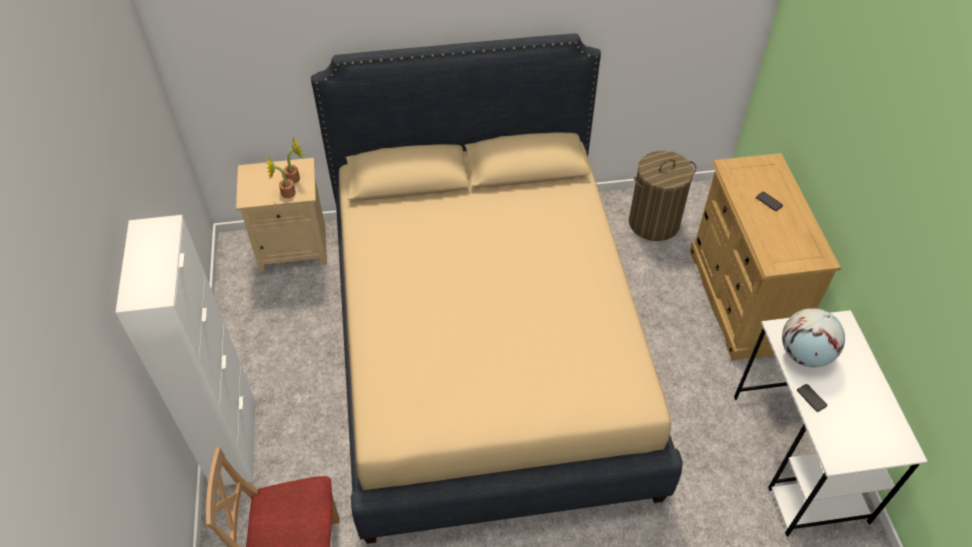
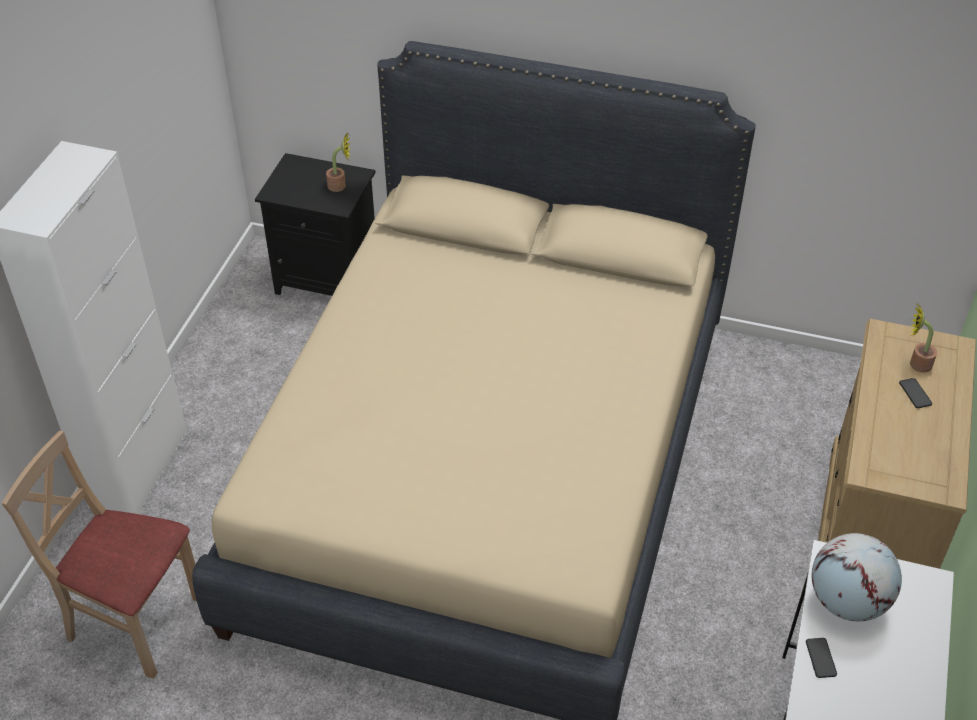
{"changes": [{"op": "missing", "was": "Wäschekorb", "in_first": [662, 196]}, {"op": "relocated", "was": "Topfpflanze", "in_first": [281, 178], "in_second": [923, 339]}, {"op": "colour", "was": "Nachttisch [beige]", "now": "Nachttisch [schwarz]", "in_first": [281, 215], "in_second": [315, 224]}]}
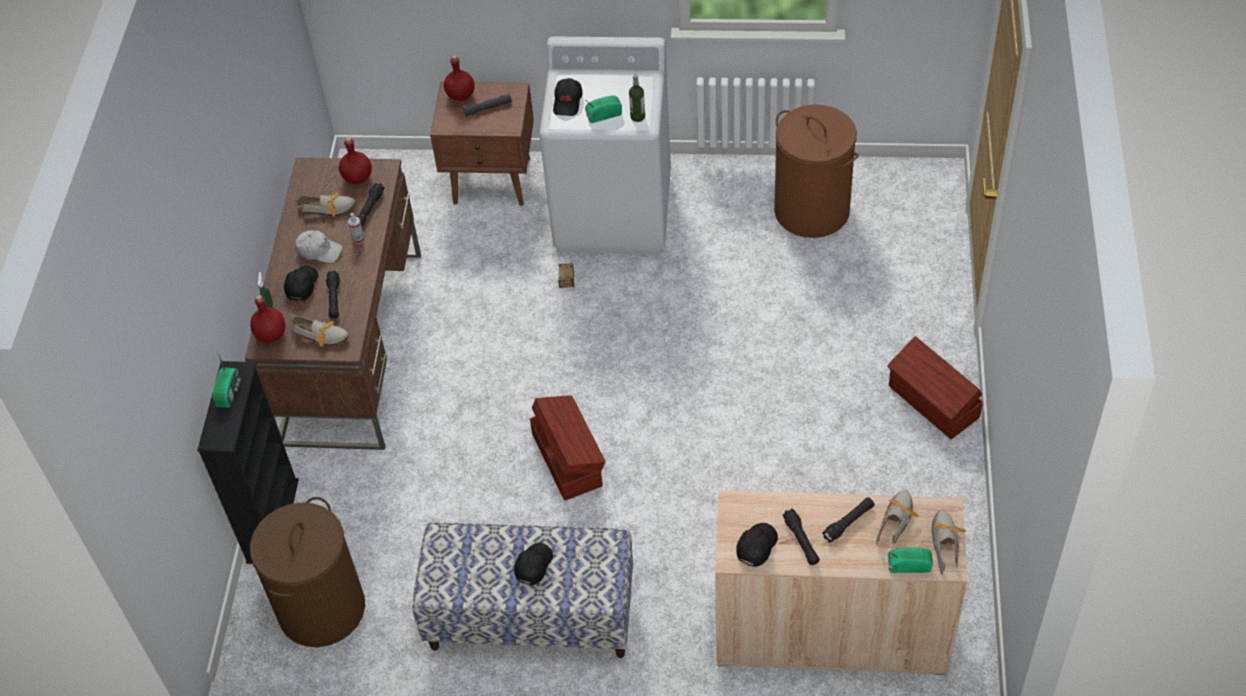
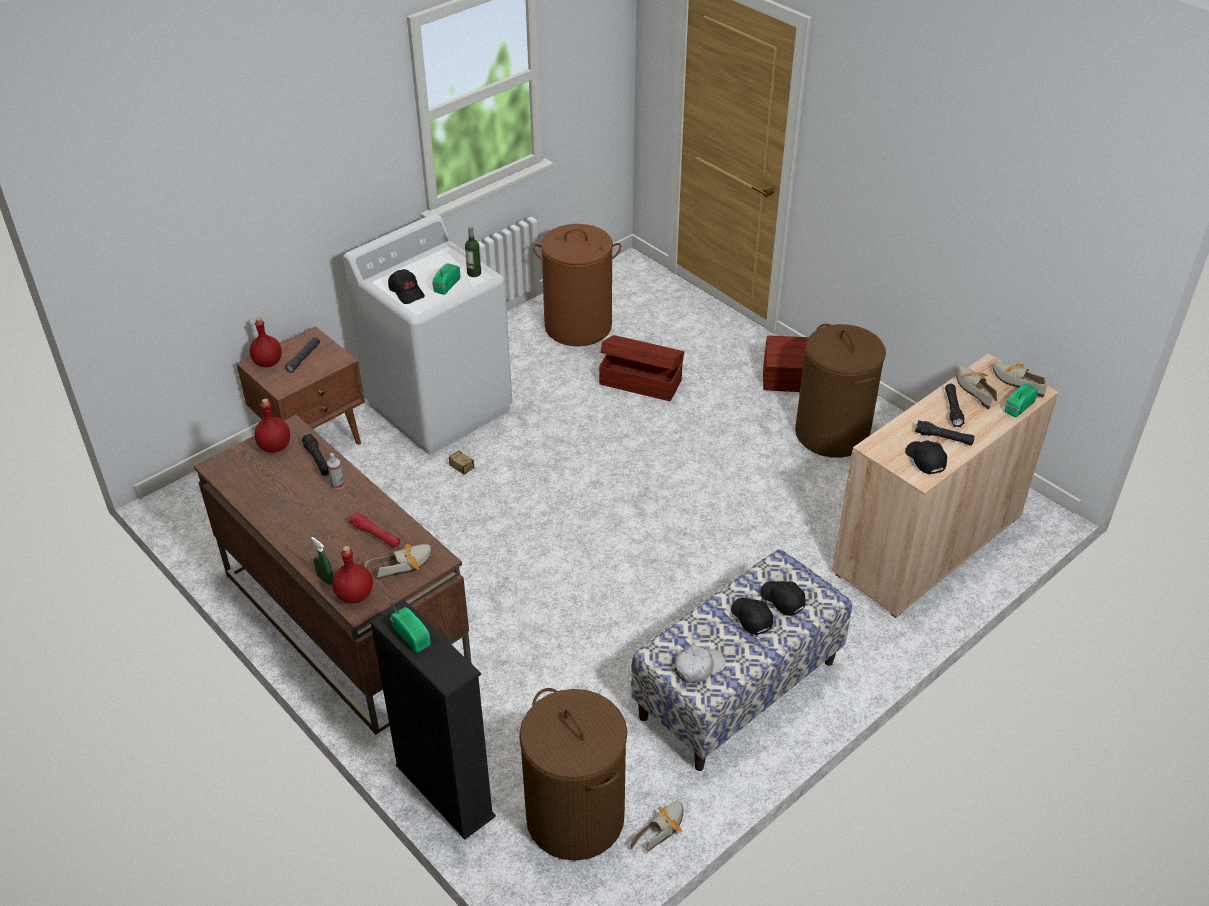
{"changes": [{"op": "appeared", "now": "Wäschekorb [braun]", "in_second": [840, 391]}, {"op": "relocated", "was": "Kappe [schwarz]", "in_first": [301, 283], "in_second": [782, 598]}, {"op": "relocated", "was": "Kappe [weiß]", "in_first": [318, 246], "in_second": [699, 664]}, {"op": "relocated", "was": "Schuh", "in_first": [326, 204], "in_second": [657, 826]}, {"op": "relocated", "was": "Aufbewahrungsbox [braun]", "in_first": [568, 448], "in_second": [641, 368]}, {"op": "colour", "was": "Taschenlampe [schwarz]", "now": "Taschenlampe [rot]", "in_first": [333, 294], "in_second": [375, 530]}]}
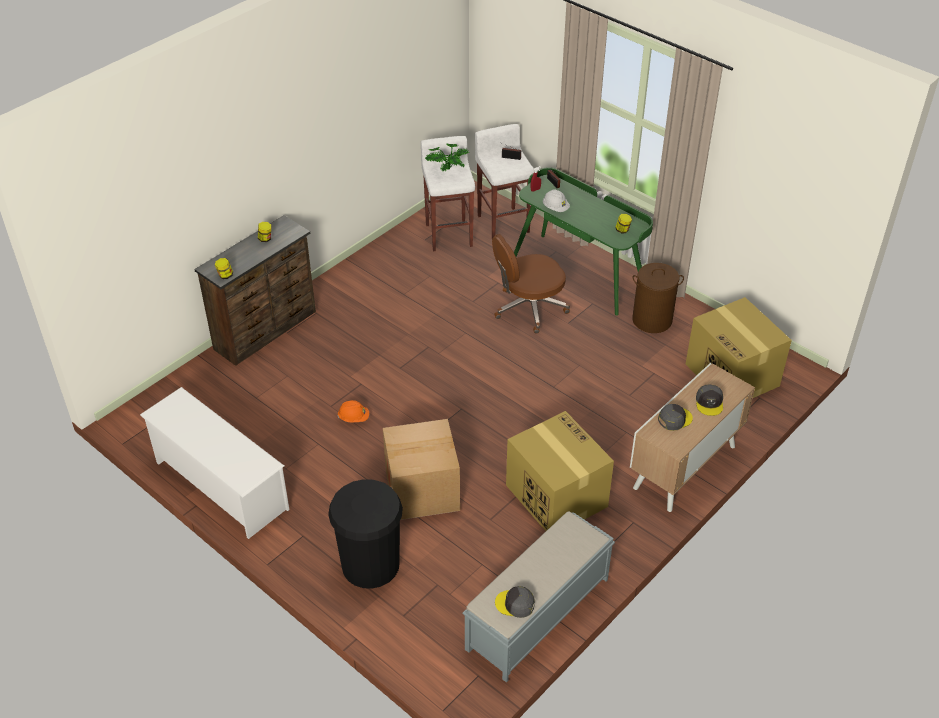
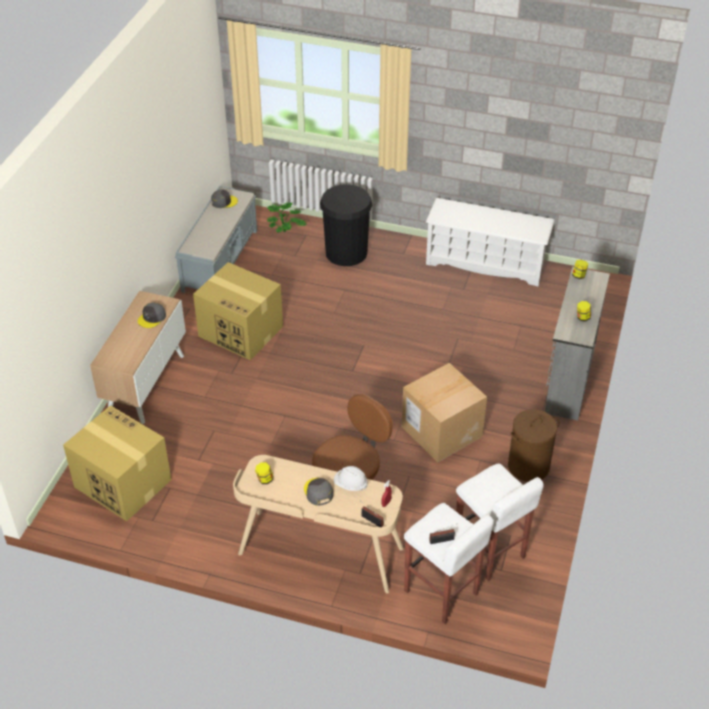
{"changes": [{"op": "missing", "was": "Schutzhelm [orange]", "in_first": [353, 411]}, {"op": "relocated", "was": "Karton", "in_first": [421, 469], "in_second": [444, 412]}, {"op": "relocated", "was": "Topfpflanze", "in_first": [447, 157], "in_second": [287, 217]}, {"op": "relocated", "was": "Wäschekorb [braun]", "in_first": [658, 298], "in_second": [534, 445]}, {"op": "relocated", "was": "Kappe [grau]", "in_first": [709, 400], "in_second": [318, 492]}, {"op": "colour", "was": "Kommode [braun]", "now": "Kommode [grau]", "in_first": [255, 290], "in_second": [577, 344]}, {"op": "colour", "was": "Schreibtisch [grün]", "now": "Schreibtisch [beige]", "in_first": [583, 241], "in_second": [318, 524]}]}
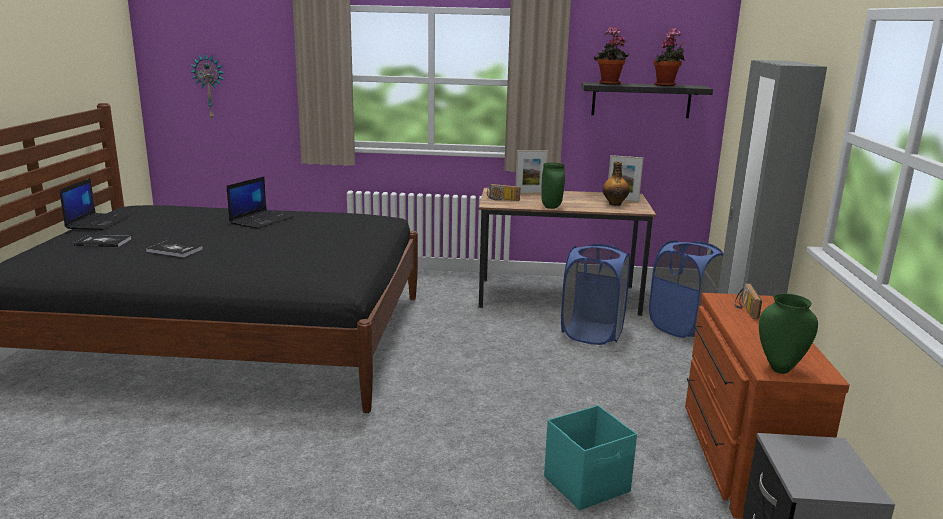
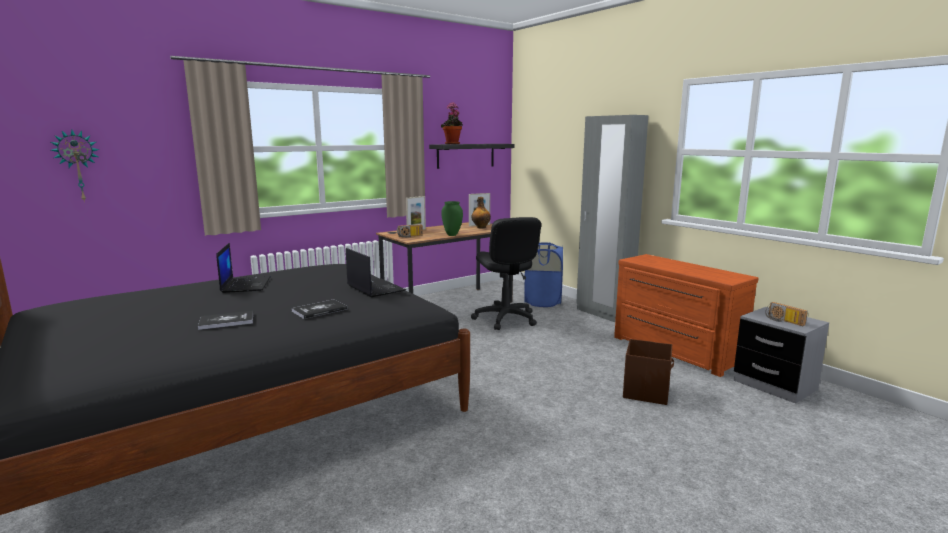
{"changes": [{"op": "missing", "was": "Topfpflanze", "in_first": [669, 56]}, {"op": "missing", "was": "Vase [grün]", "in_first": [788, 334]}, {"op": "relocated", "was": "Laptop", "in_first": [95, 204], "in_second": [376, 272]}, {"op": "relocated", "was": "Buch", "in_first": [102, 241], "in_second": [320, 309]}, {"op": "relocated", "was": "Radio", "in_first": [748, 301], "in_second": [786, 314]}, {"op": "exchanged", "was": "Wäschekorb [blau]", "now": "Bürostuhl [schwarz]", "in_first": [595, 294], "in_second": [506, 273]}, {"op": "colour", "was": "Aufbewahrungsbox [türkis]", "now": "Aufbewahrungsbox [braun]", "in_first": [590, 457], "in_second": [648, 372]}]}
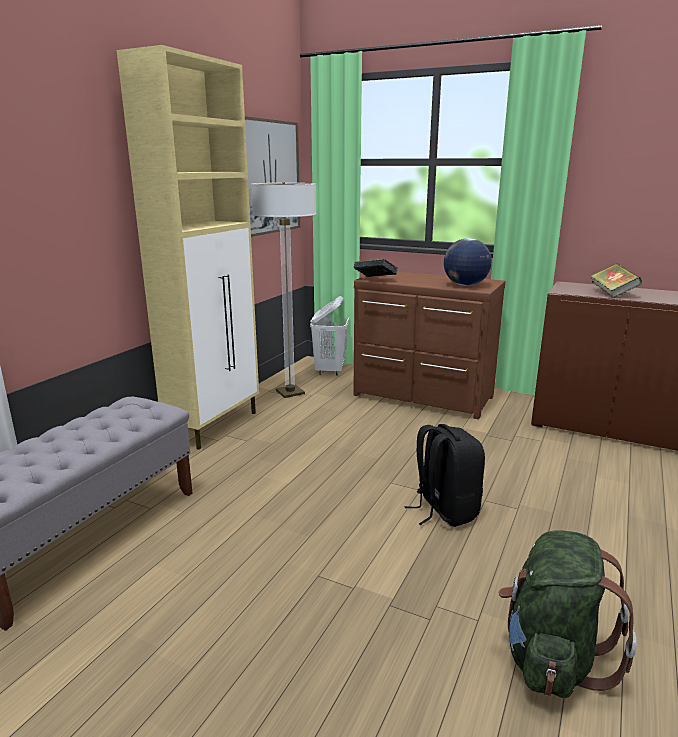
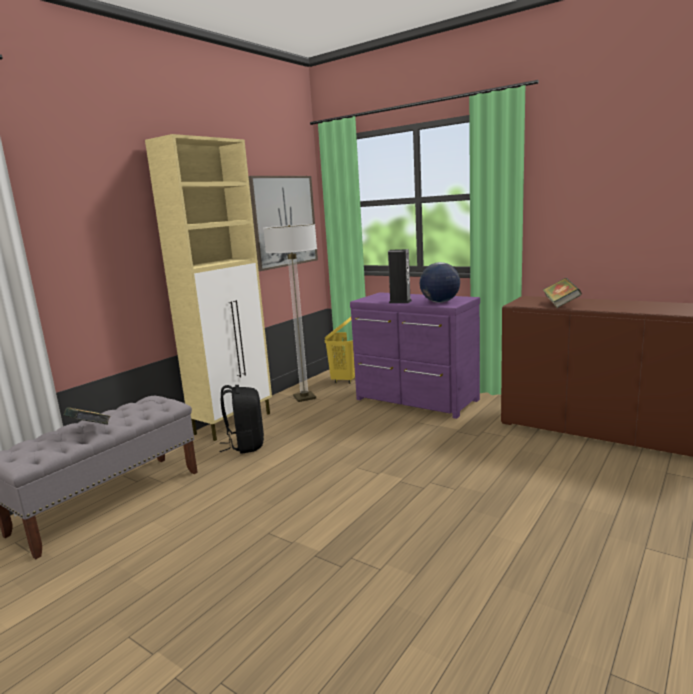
{"changes": [{"op": "missing", "was": "Rucksack [grün]", "in_first": [567, 614]}, {"op": "appeared", "now": "Lautsprecher", "in_second": [400, 276]}, {"op": "relocated", "was": "Buch", "in_first": [376, 268], "in_second": [87, 415]}, {"op": "relocated", "was": "Rucksack [schwarz]", "in_first": [444, 475], "in_second": [241, 419]}, {"op": "colour", "was": "Wäschekorb [weiß]", "now": "Wäschekorb [gelb]", "in_first": [329, 335], "in_second": [340, 350]}, {"op": "colour", "was": "Kommode [braun]", "now": "Kommode [lila]", "in_first": [429, 346], "in_second": [415, 355]}]}
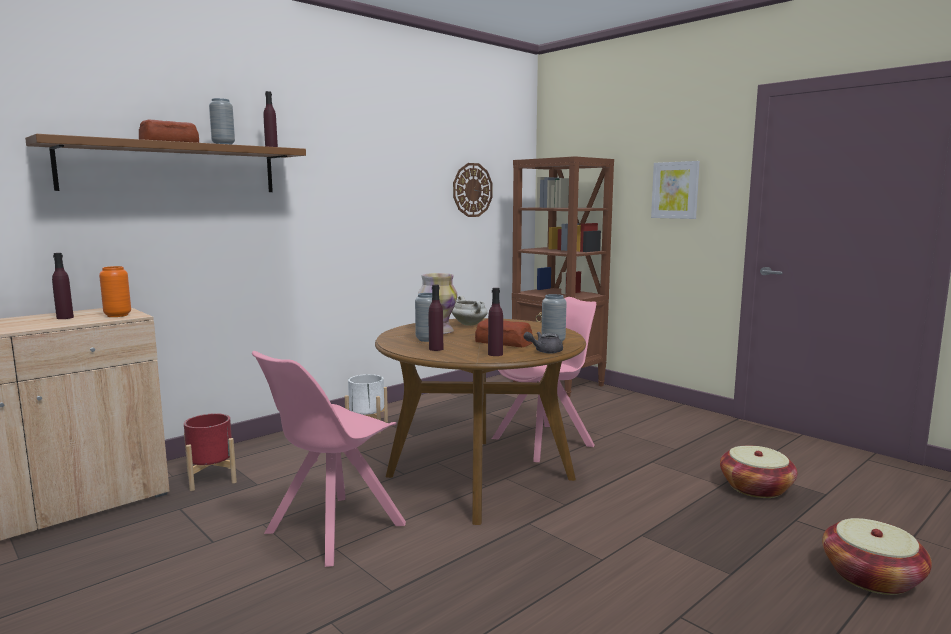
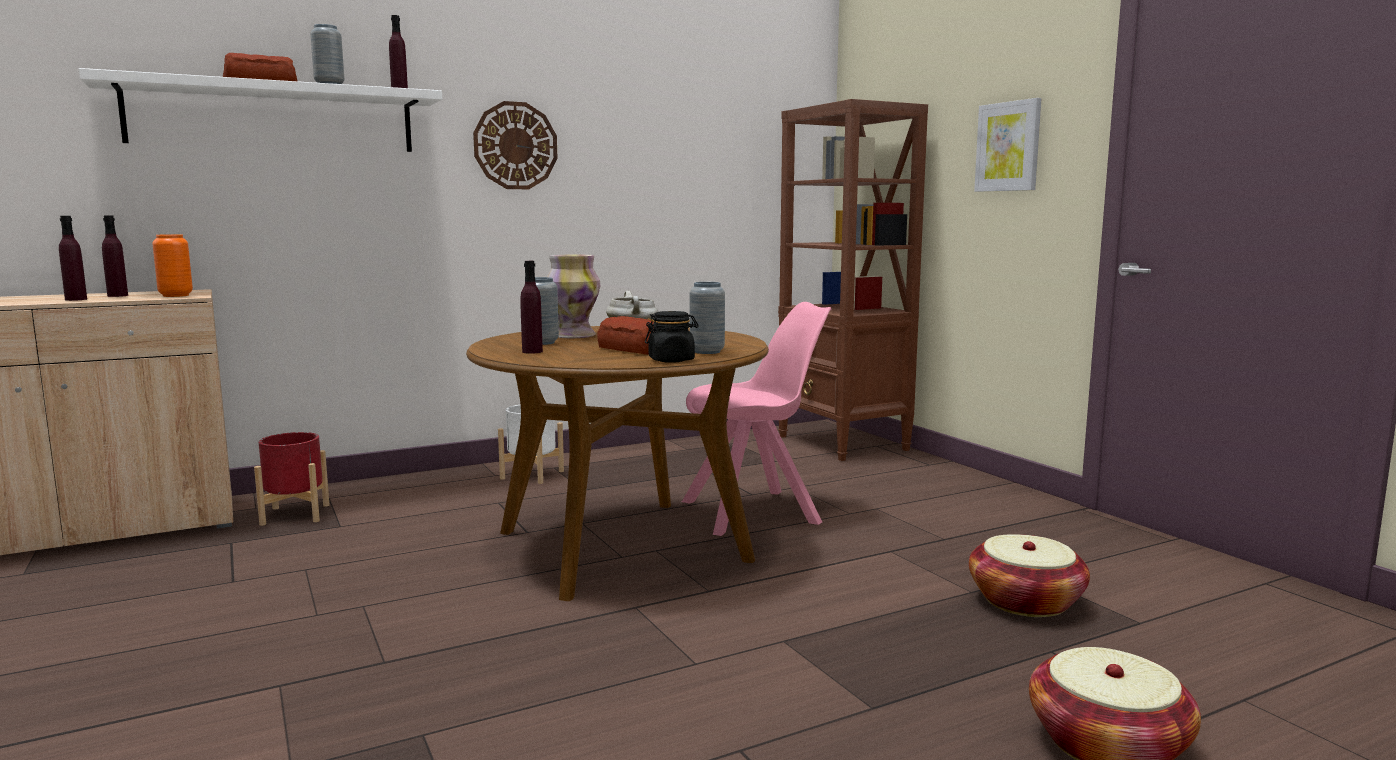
{"changes": [{"op": "missing", "was": "Stuhl [rosa]", "in_first": [329, 459]}, {"op": "relocated", "was": "Wanduhr", "in_first": [473, 190], "in_second": [515, 145]}, {"op": "relocated", "was": "Flasche [lila]", "in_first": [495, 322], "in_second": [73, 258]}, {"op": "exchanged", "was": "Teekanne [grau]", "now": "Vorratsglas [schwarz]", "in_first": [543, 342], "in_second": [672, 337]}, {"op": "colour", "was": "Wandregal [braun]", "now": "Wandregal [weiß]", "in_first": [165, 163], "in_second": [260, 110]}]}
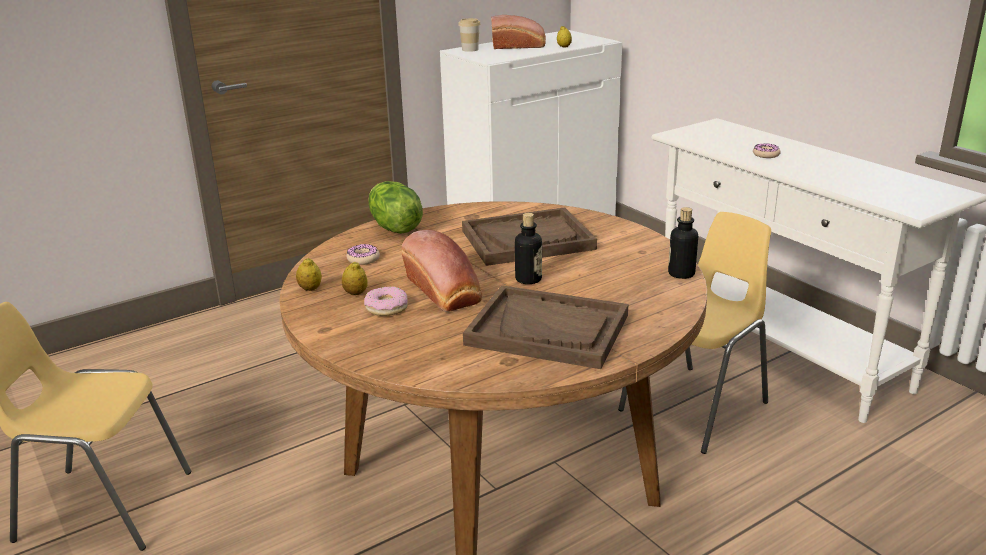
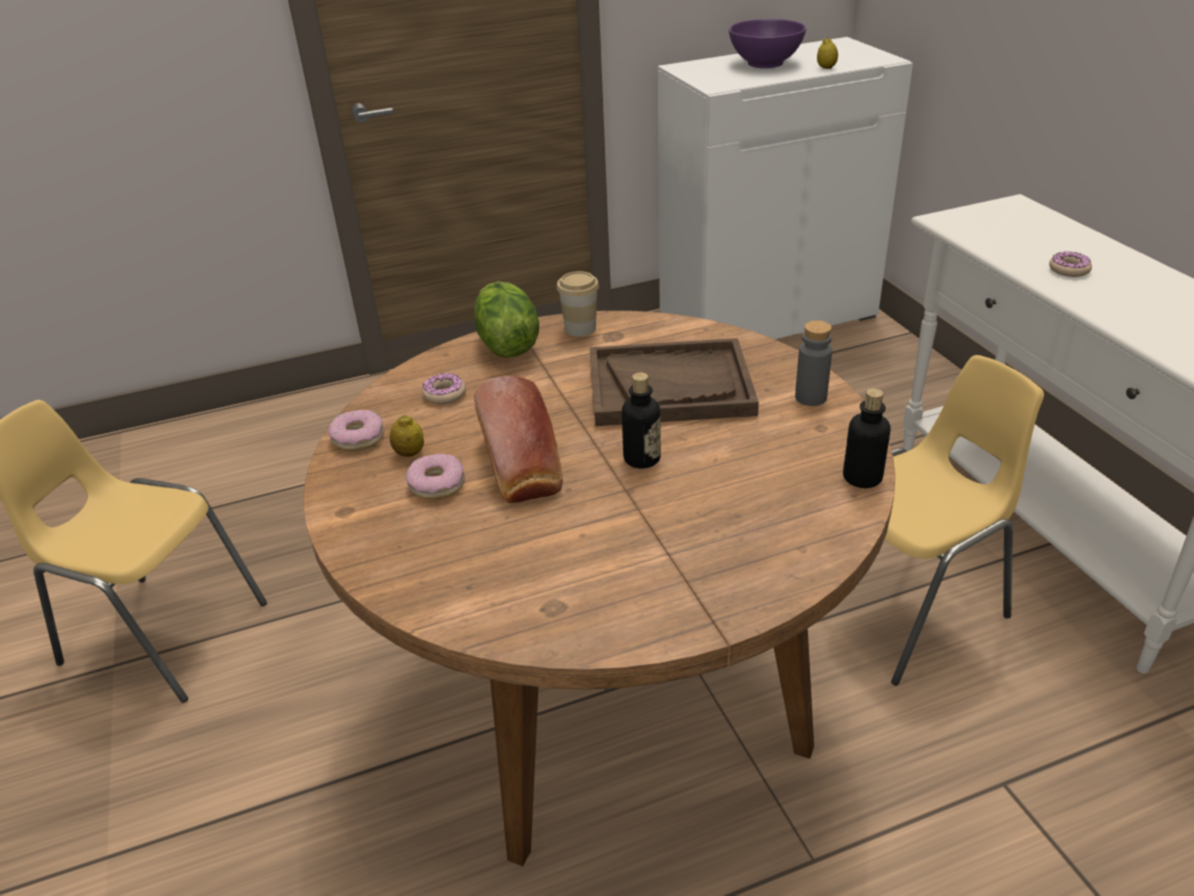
{"changes": [{"op": "missing", "was": "Tablett [braun]", "in_first": [545, 327]}, {"op": "appeared", "now": "Flasche [grau]", "in_second": [813, 363]}, {"op": "relocated", "was": "Tasse", "in_first": [469, 35], "in_second": [578, 304]}, {"op": "exchanged", "was": "Zitrone", "now": "Donut", "in_first": [309, 274], "in_second": [356, 430]}, {"op": "exchanged", "was": "Brot", "now": "Schüssel [lila]", "in_first": [518, 32], "in_second": [767, 43]}]}
